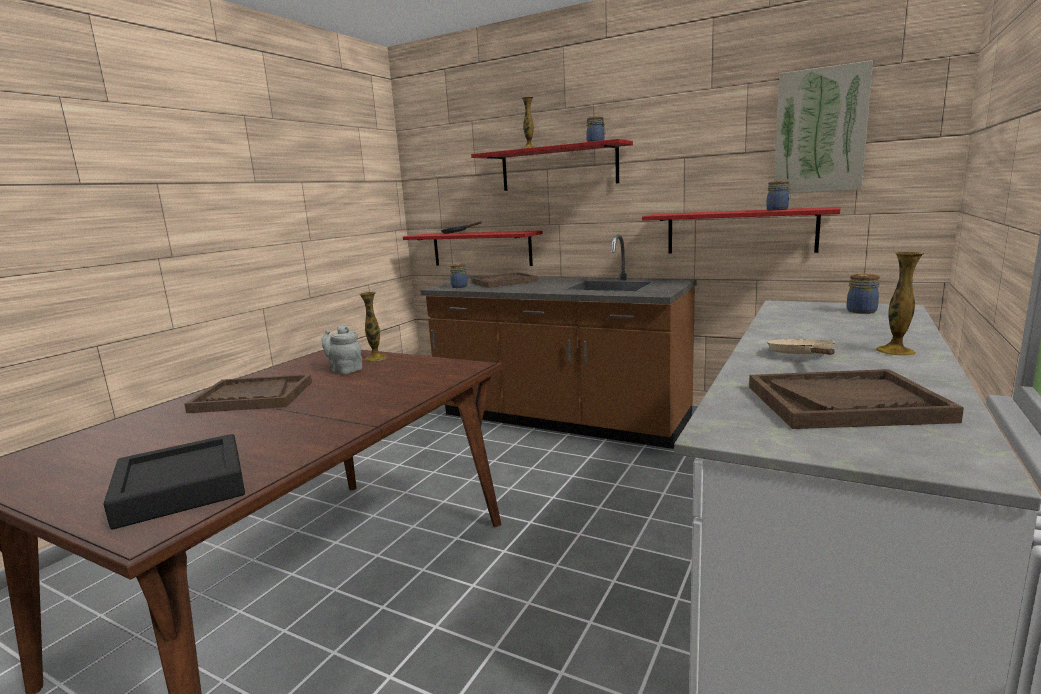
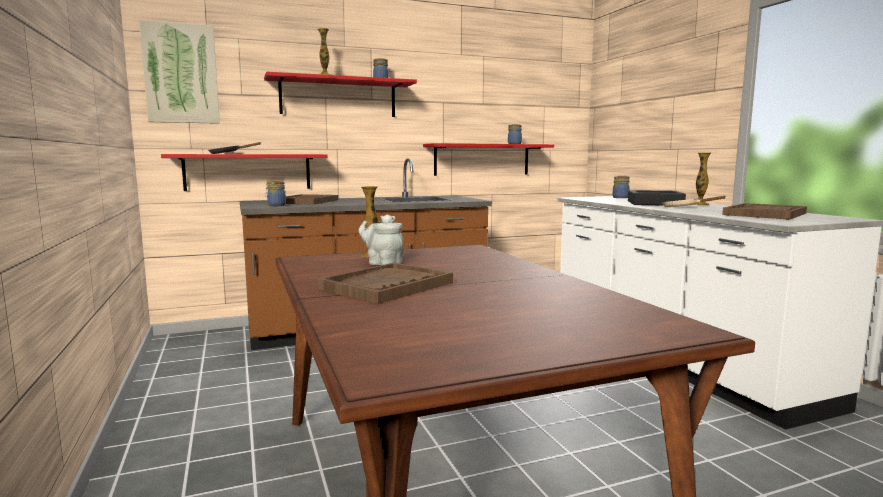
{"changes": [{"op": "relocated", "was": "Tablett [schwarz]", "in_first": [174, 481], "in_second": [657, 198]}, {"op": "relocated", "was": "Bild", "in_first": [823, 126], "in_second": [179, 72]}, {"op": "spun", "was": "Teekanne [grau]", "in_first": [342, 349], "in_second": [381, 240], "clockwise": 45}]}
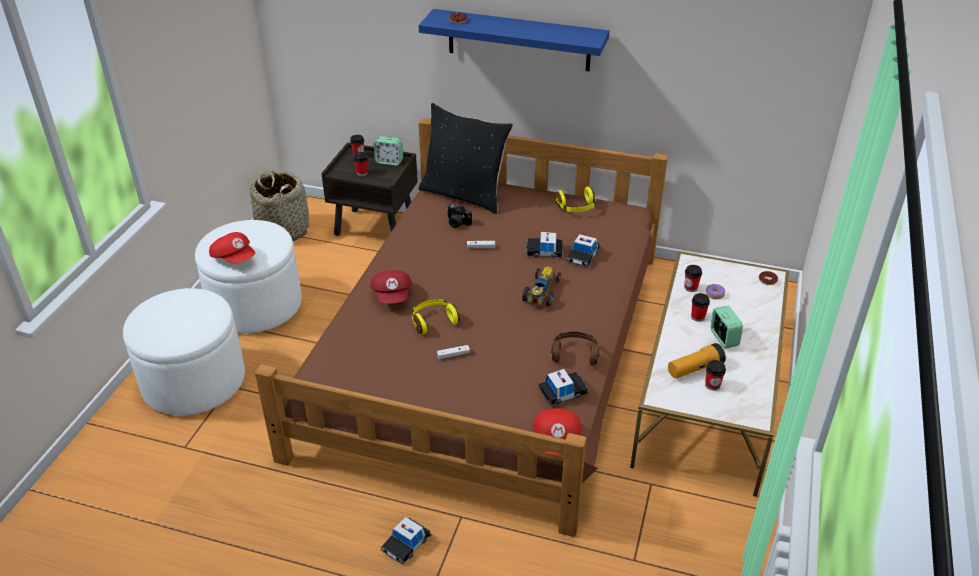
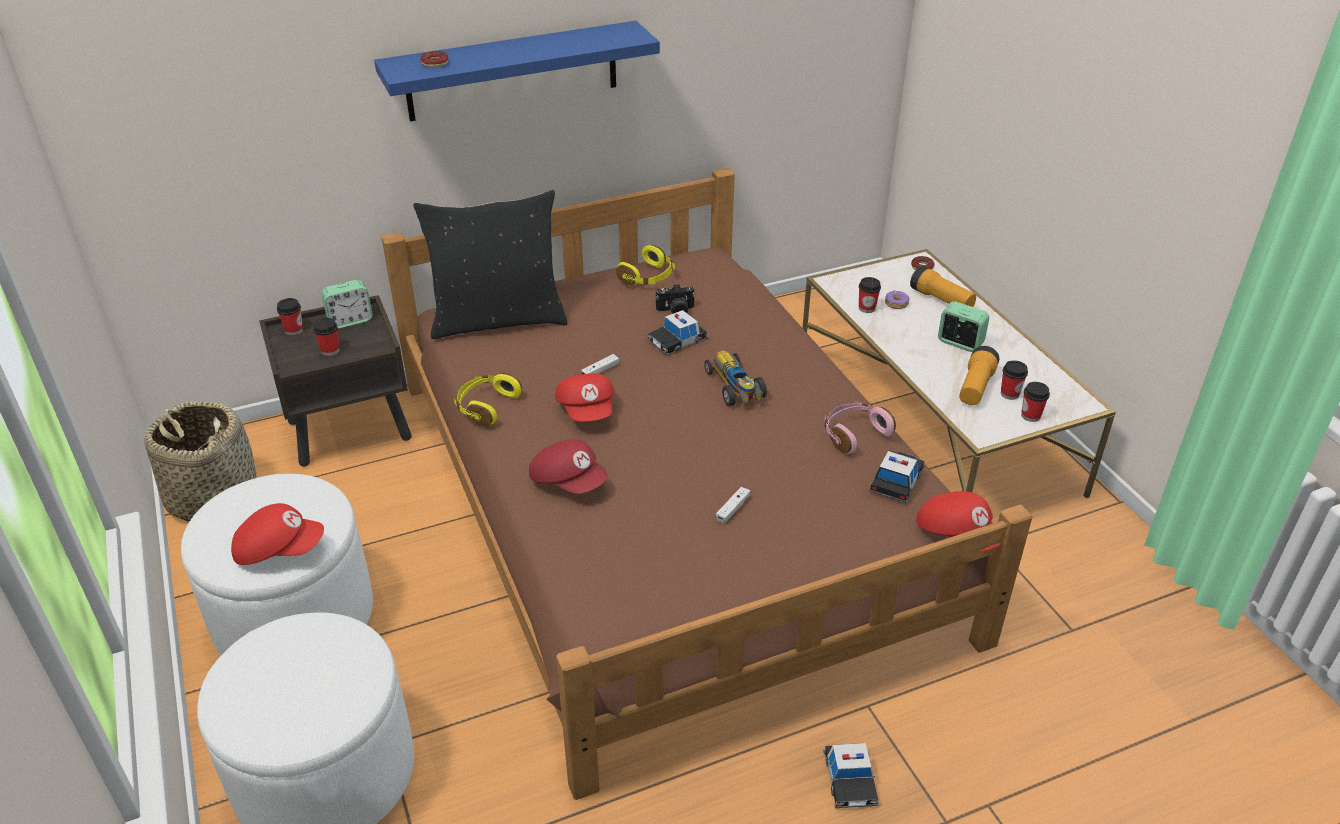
{"changes": [{"op": "missing", "was": "Spielzeugauto", "in_first": [583, 250]}, {"op": "appeared", "now": "Kappe [rot]", "in_second": [585, 397]}, {"op": "appeared", "now": "Taschenlampe", "in_second": [943, 286]}, {"op": "relocated", "was": "Kopfhörer [gelb]", "in_first": [436, 316], "in_second": [488, 399]}, {"op": "relocated", "was": "Kamera", "in_first": [459, 216], "in_second": [675, 299]}, {"op": "relocated", "was": "Tasse", "in_first": [700, 307], "in_second": [1035, 402]}, {"op": "colour", "was": "Kopfhörer [braun]", "now": "Kopfhörer [rosa]", "in_first": [575, 348], "in_second": [860, 427]}]}
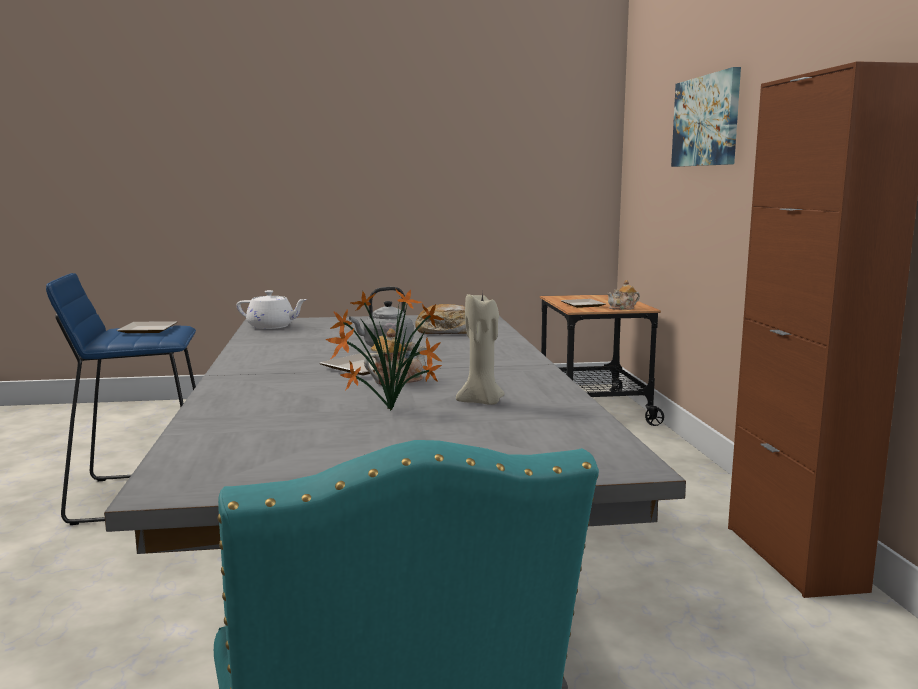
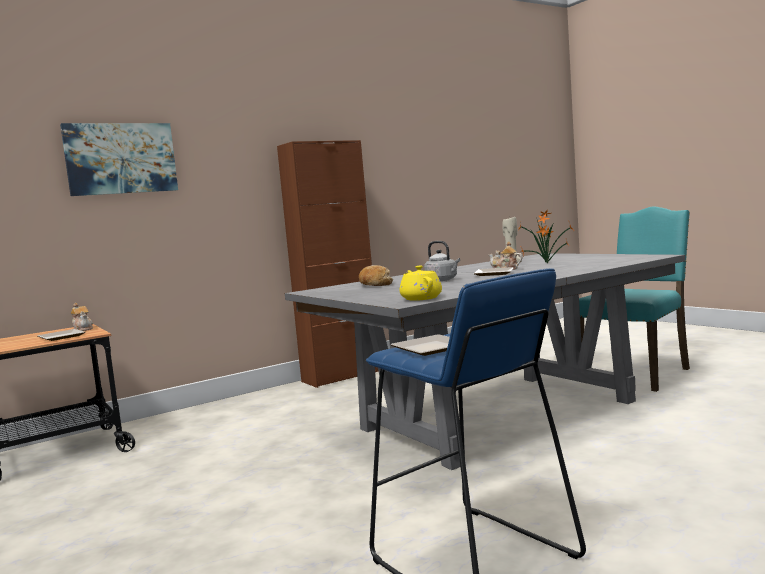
{"changes": [{"op": "colour", "was": "Teekanne [weiß]", "now": "Teekanne [gelb]", "in_first": [271, 309], "in_second": [421, 283]}]}
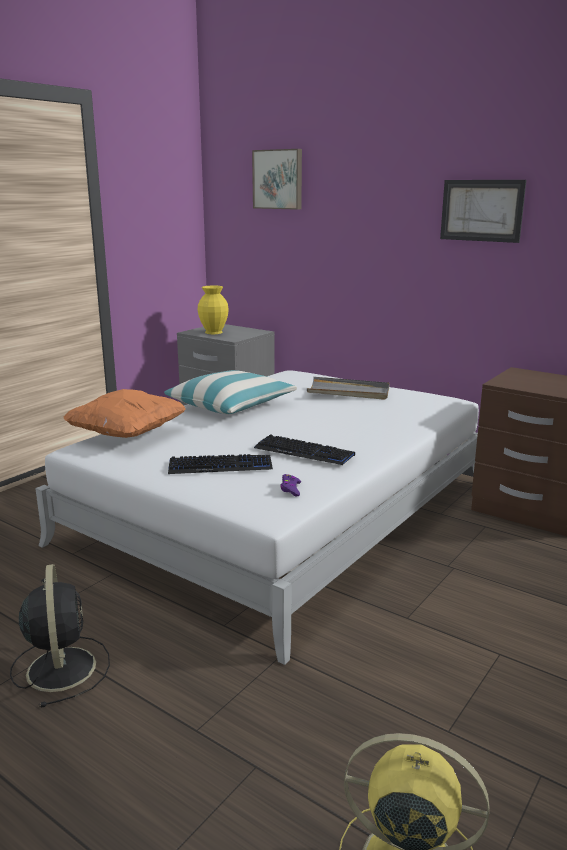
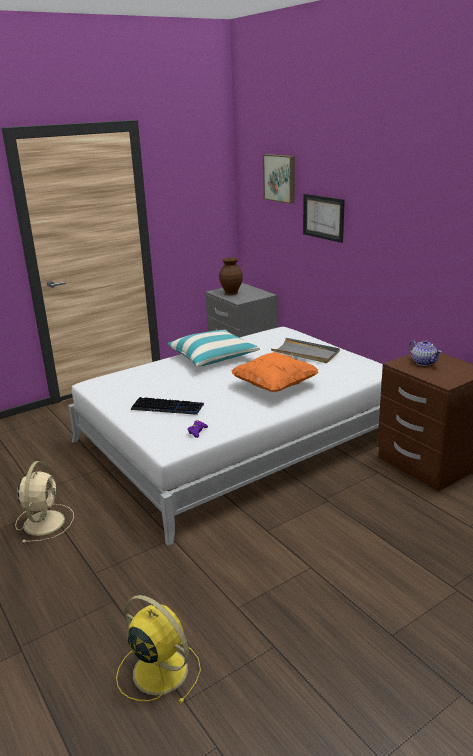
{"changes": [{"op": "missing", "was": "Tastatur", "in_first": [304, 449]}, {"op": "appeared", "now": "Teekanne", "in_second": [425, 353]}, {"op": "relocated", "was": "Kissen [orange]", "in_first": [125, 413], "in_second": [275, 372]}, {"op": "relocated", "was": "Bild", "in_first": [483, 211], "in_second": [324, 218]}, {"op": "colour", "was": "Ventilator [schwarz]", "now": "Ventilator [beige]", "in_first": [60, 636], "in_second": [44, 502]}, {"op": "colour", "was": "Vase [gelb]", "now": "Vase [braun]", "in_first": [213, 310], "in_second": [231, 276]}]}
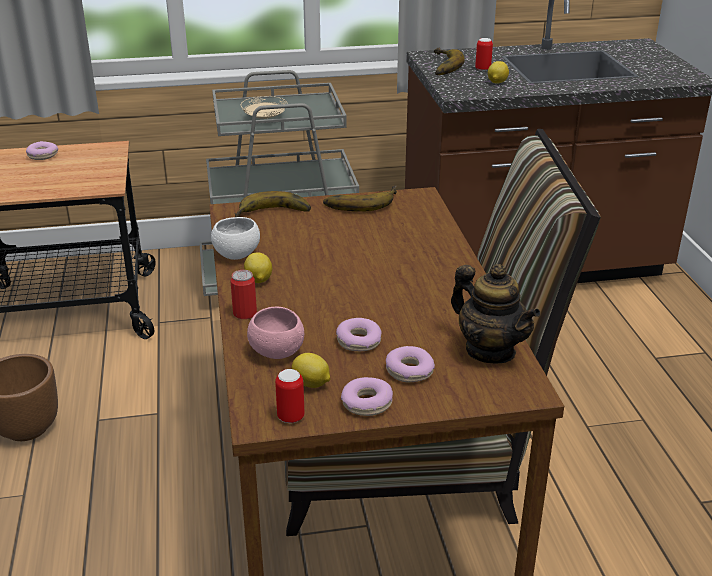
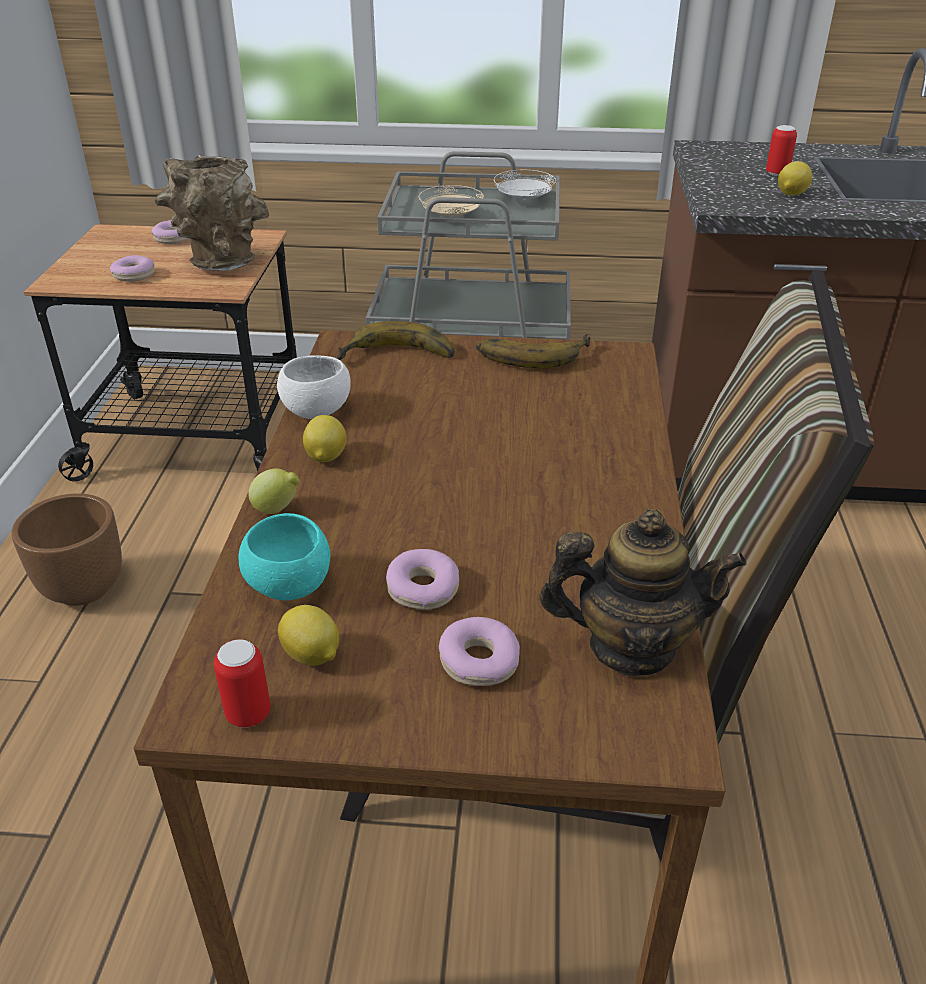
{"changes": [{"op": "missing", "was": "Banane", "in_first": [449, 61]}, {"op": "appeared", "now": "Vase [braun]", "in_second": [211, 212]}, {"op": "appeared", "now": "Teller [weiß]", "in_second": [525, 185]}, {"op": "relocated", "was": "Donut", "in_first": [367, 396], "in_second": [132, 268]}, {"op": "exchanged", "was": "Dose", "now": "Zitrone", "in_first": [243, 294], "in_second": [274, 491]}, {"op": "colour", "was": "Schüssel [rosa]", "now": "Schüssel [türkis]", "in_first": [275, 333], "in_second": [284, 557]}, {"op": "spun", "was": "Teekanne", "in_first": [496, 314], "in_second": [642, 592], "clockwise": -60}]}
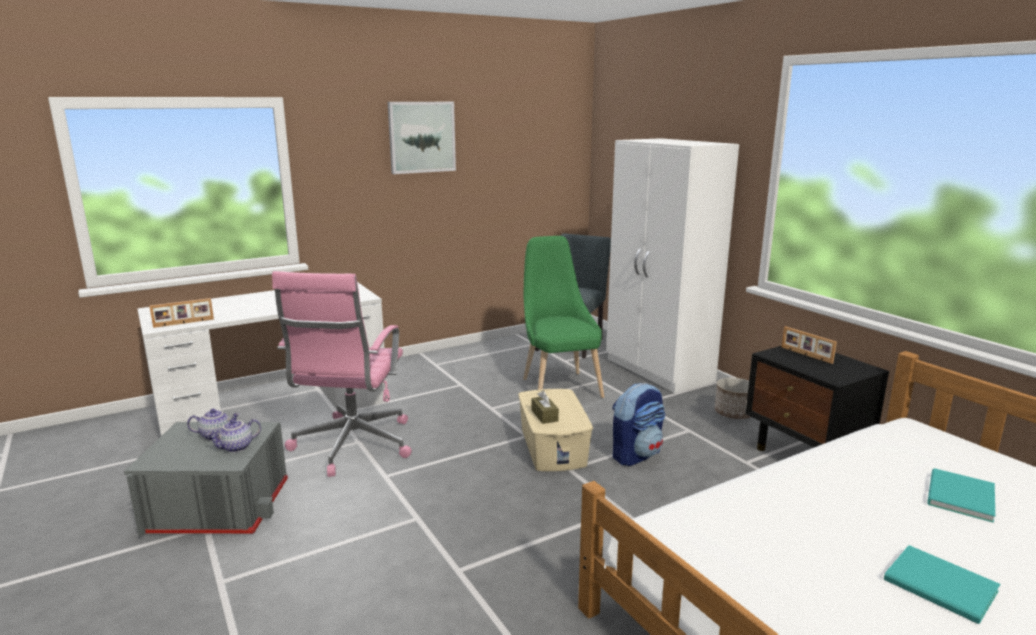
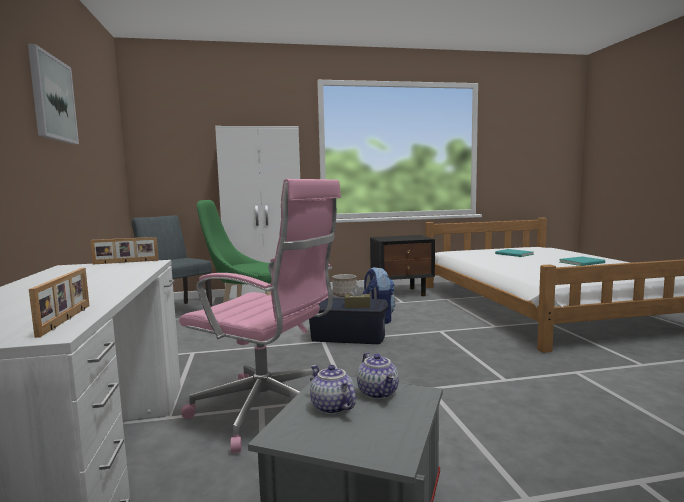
{"changes": [{"op": "relocated", "was": "Bilderrahmen", "in_first": [809, 345], "in_second": [124, 250]}, {"op": "colour", "was": "Aufbewahrungsbox [beige]", "now": "Aufbewahrungsbox [blau]", "in_first": [555, 430], "in_second": [349, 321]}, {"op": "spun", "was": "Teekanne", "in_first": [213, 425], "in_second": [333, 389], "clockwise": -45}]}
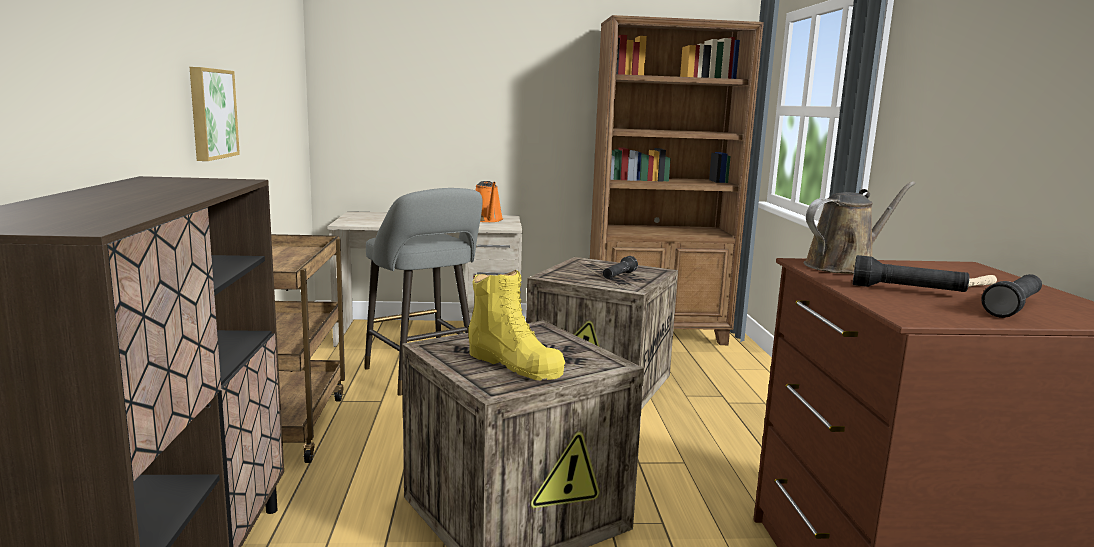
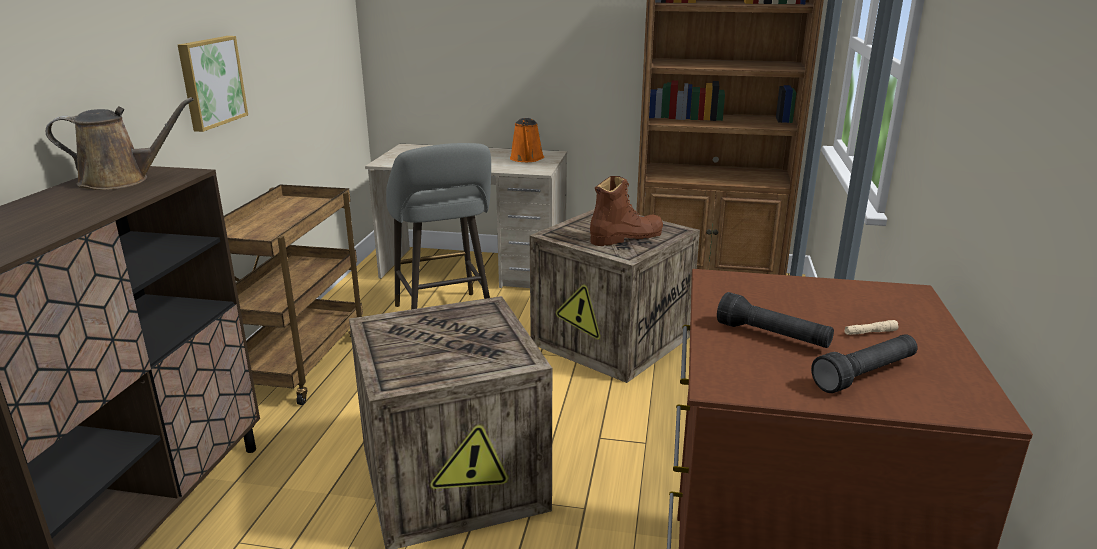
{"changes": [{"op": "missing", "was": "Stiefel [gelb]", "in_first": [516, 325]}, {"op": "relocated", "was": "Gießkanne [braun]", "in_first": [860, 227], "in_second": [120, 143]}, {"op": "exchanged", "was": "Taschenlampe [schwarz]", "now": "Stiefel [braun]", "in_first": [620, 267], "in_second": [626, 211]}]}
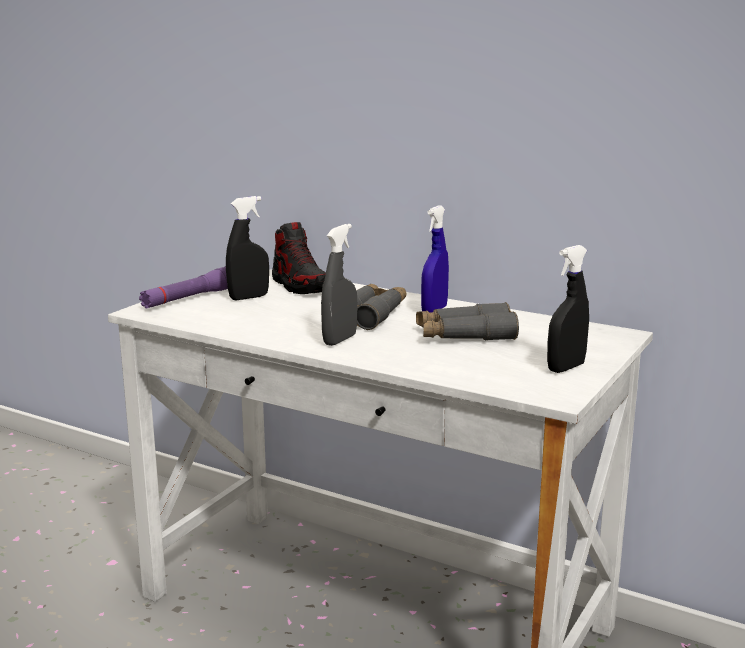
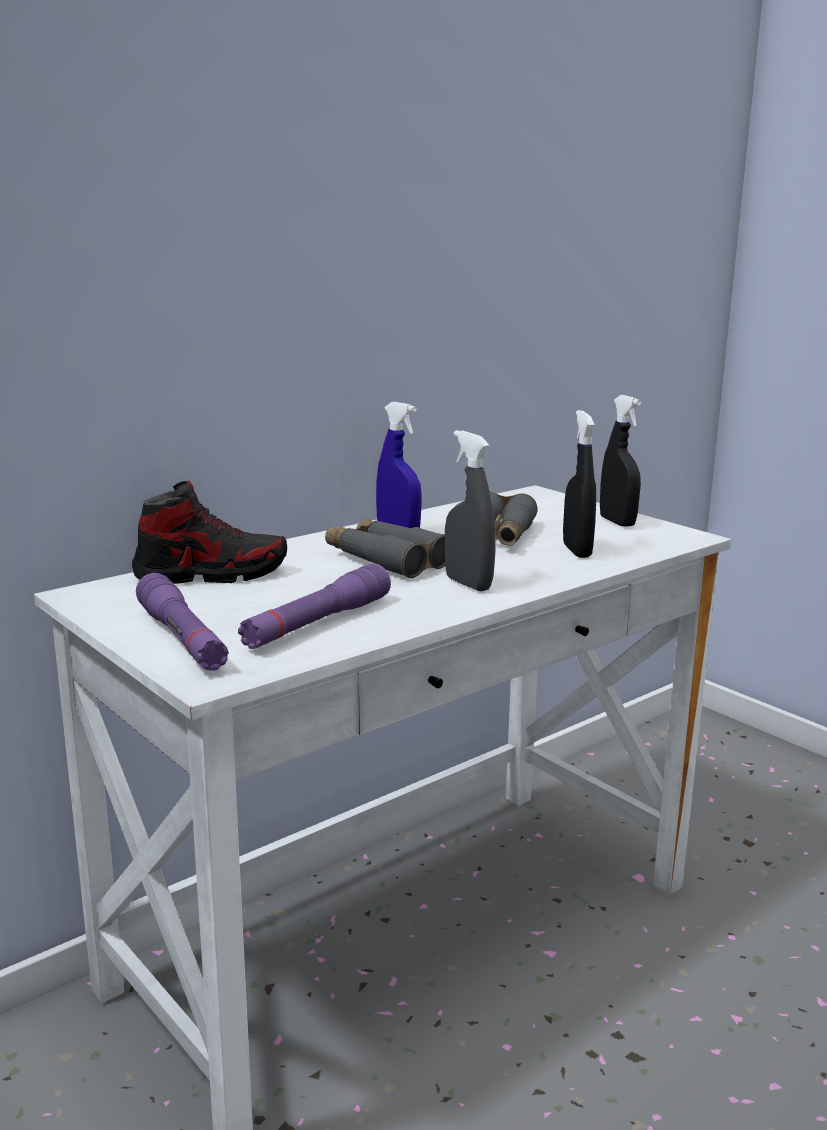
{"changes": [{"op": "appeared", "now": "Taschenlampe [lila]", "in_second": [314, 606]}, {"op": "relocated", "was": "Sprühflasche [schwarz]", "in_first": [247, 248], "in_second": [579, 484]}]}
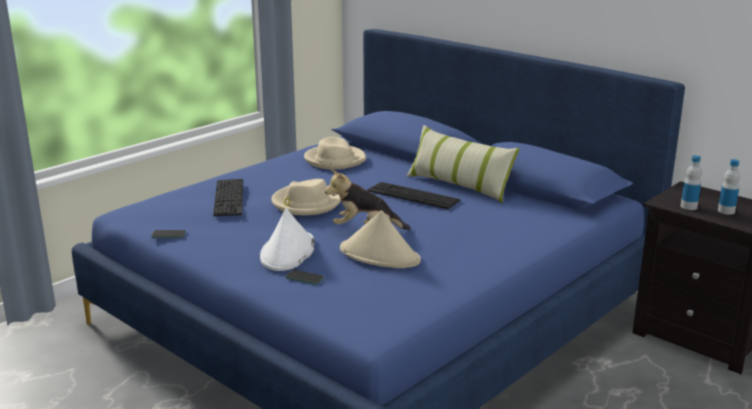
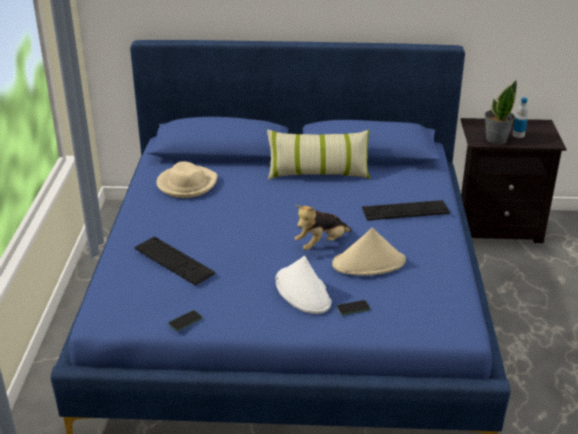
{"changes": [{"op": "missing", "was": "Hut [beige]", "in_first": [306, 197]}, {"op": "relocated", "was": "Tastatur", "in_first": [414, 195], "in_second": [406, 210]}, {"op": "exchanged", "was": "Flasche", "now": "Topfpflanze", "in_first": [691, 182], "in_second": [501, 111]}]}
